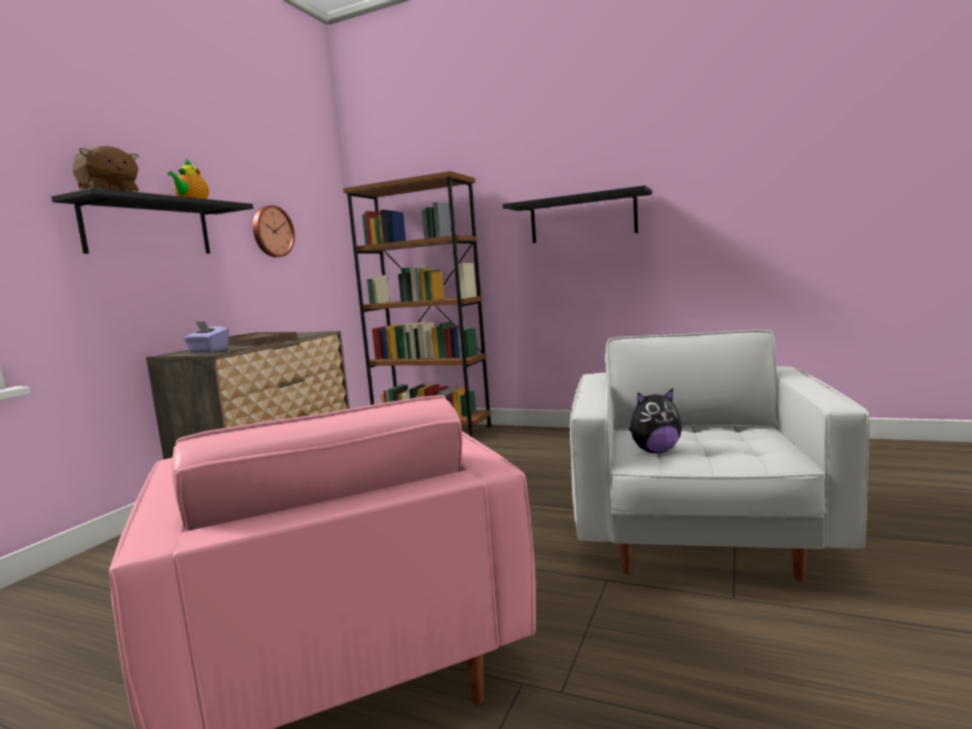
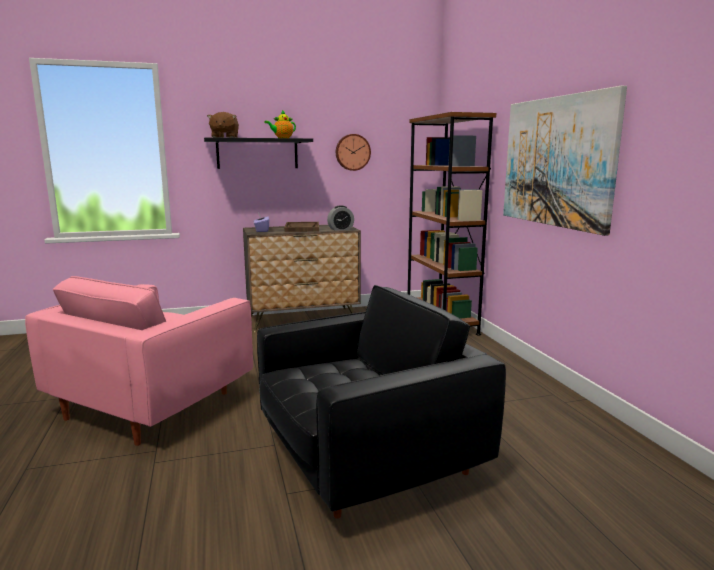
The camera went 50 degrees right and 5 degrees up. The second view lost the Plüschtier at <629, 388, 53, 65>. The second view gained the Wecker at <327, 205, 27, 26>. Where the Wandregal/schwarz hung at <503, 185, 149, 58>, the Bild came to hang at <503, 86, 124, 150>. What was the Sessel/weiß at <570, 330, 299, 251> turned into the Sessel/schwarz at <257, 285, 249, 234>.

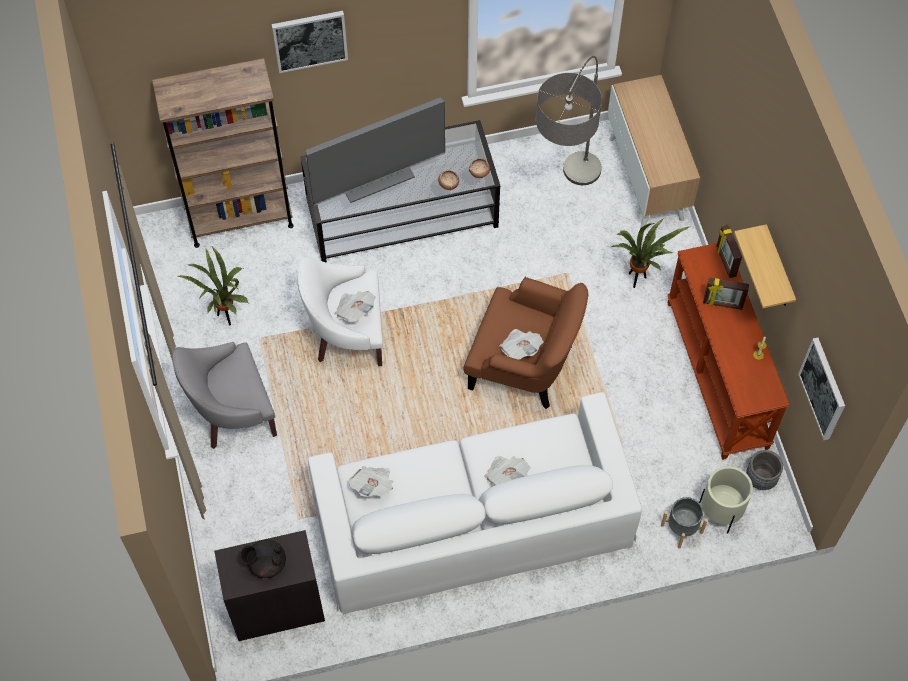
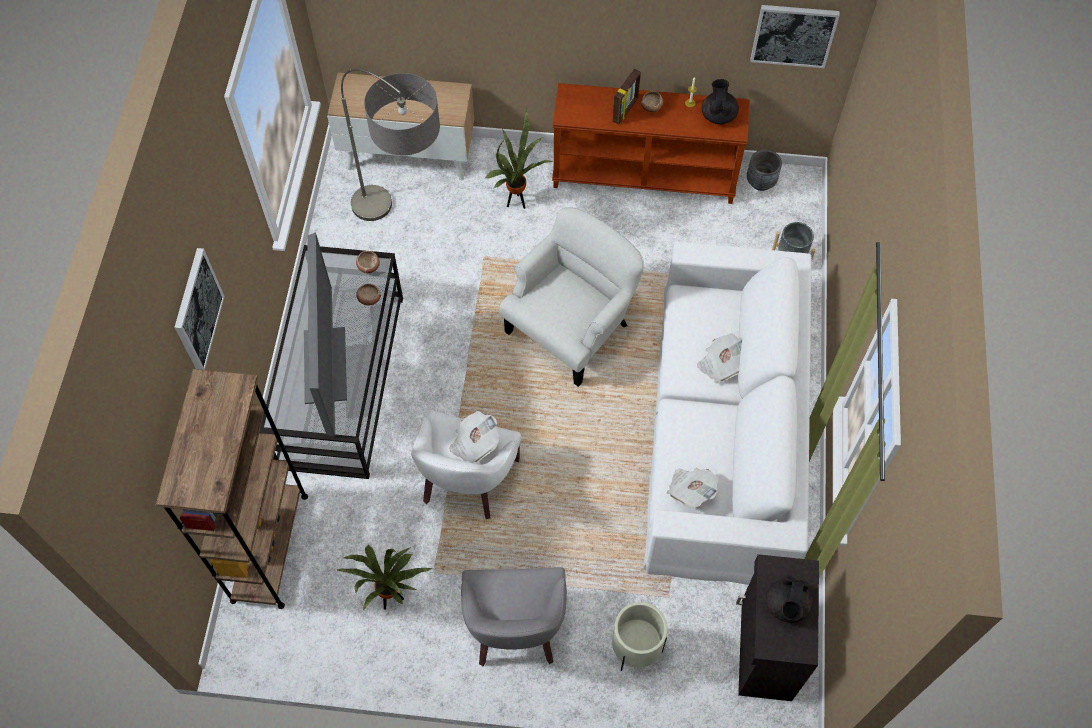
The camera went 70 degrees left and 0 degrees up. The second view lost the Zeitung at <499, 329, 45, 31>. The second view lost the Bilderrahmen at <716, 224, 26, 54>. The second view lost the Wandregal at <734, 224, 62, 84>. The second view gained the Schüssel at <641, 91, 23, 22>. The second view gained the Teekanne/schwarz at <702, 79, 37, 45>. The Pflanzkübel/beige ended up elsewhere, having gone from <699, 466, 54, 68> to <612, 602, 56, 69>. What was the Sessel/braun at <464, 276, 125, 133> turned into the Sessel/weiß at <499, 207, 145, 180>.

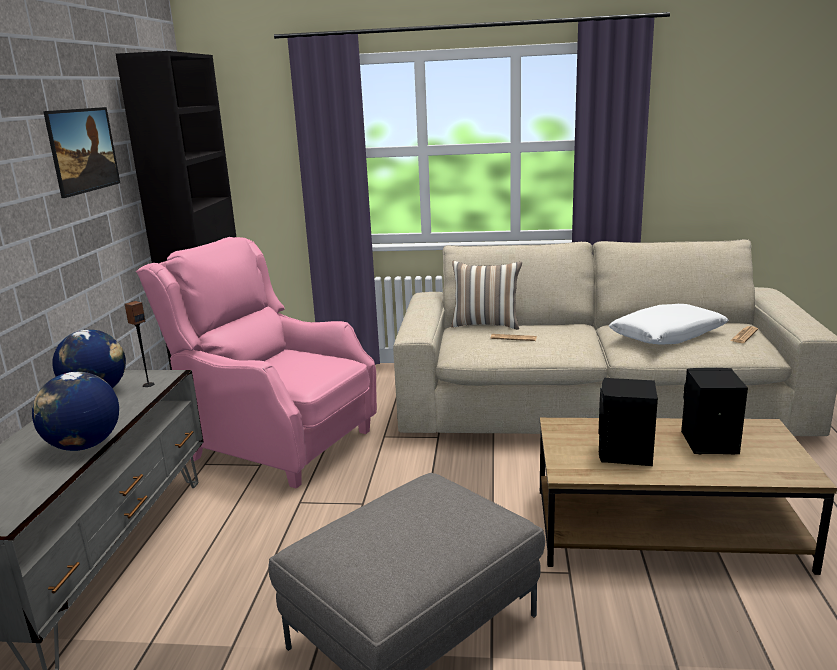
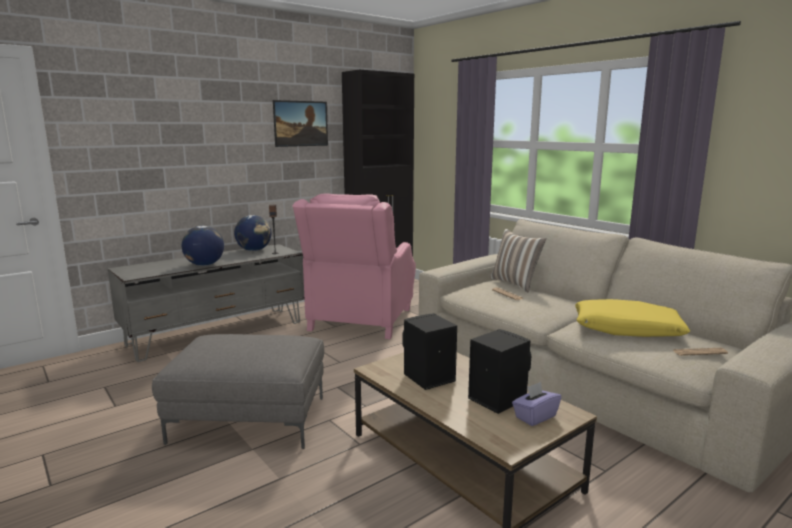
The camera went 45 degrees right and 5 degrees down. The second view gained the Taschentuchbox/lila at <512, 382, 50, 44>. What was the Kissen/weiß at <609, 304, 120, 40> turned into the Kissen/gelb at <575, 299, 115, 38>. The Sessel/rosa at <136, 237, 241, 252> ended up facing another way, 150 degrees counterclockwise from before.

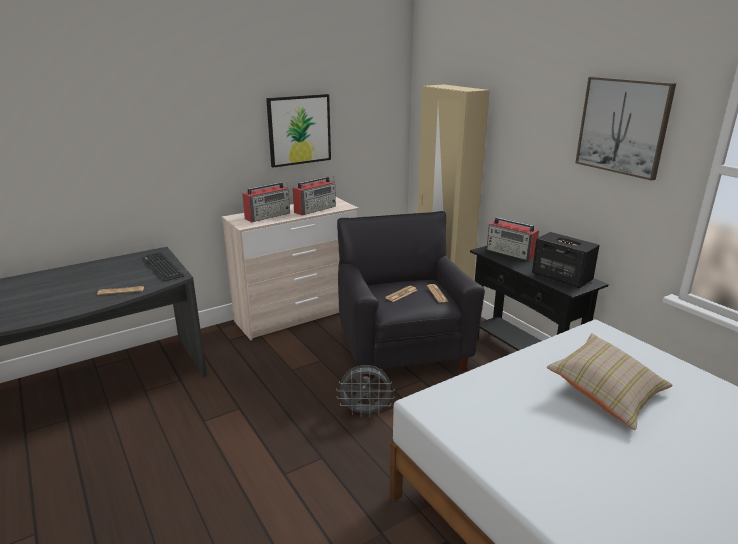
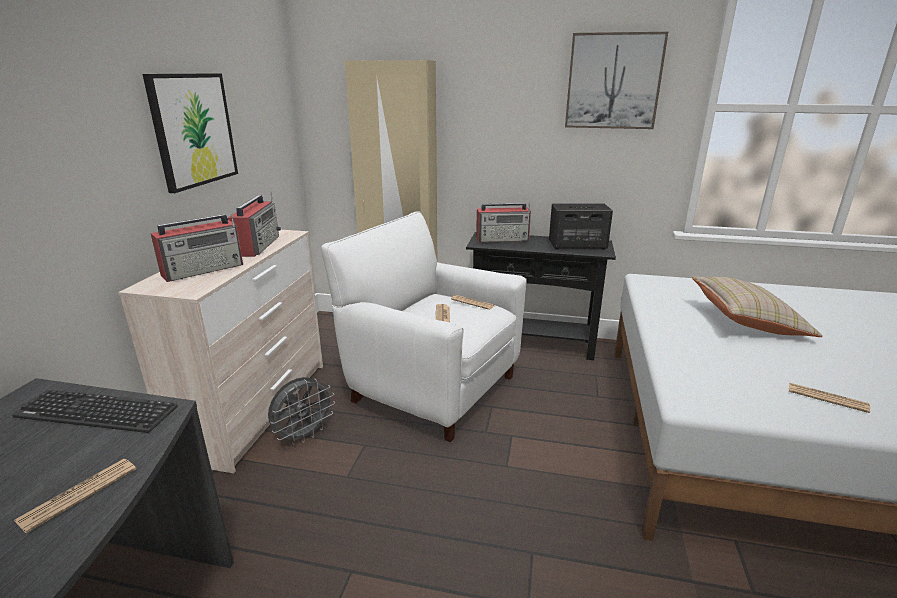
The camera went 45 degrees left and 0 degrees up. The second view gained the Zeitung at <789, 383, 81, 30>. The Ventilator/grau ended up elsewhere, having gone from <336, 365, 59, 52> to <268, 377, 67, 68>. What was the Sessel/schwarz at <337, 211, 148, 170> turned into the Sessel/weiß at <321, 211, 206, 231>. The Radio at <242, 182, 48, 40> ended up facing another way, 45 degrees clockwise from before.

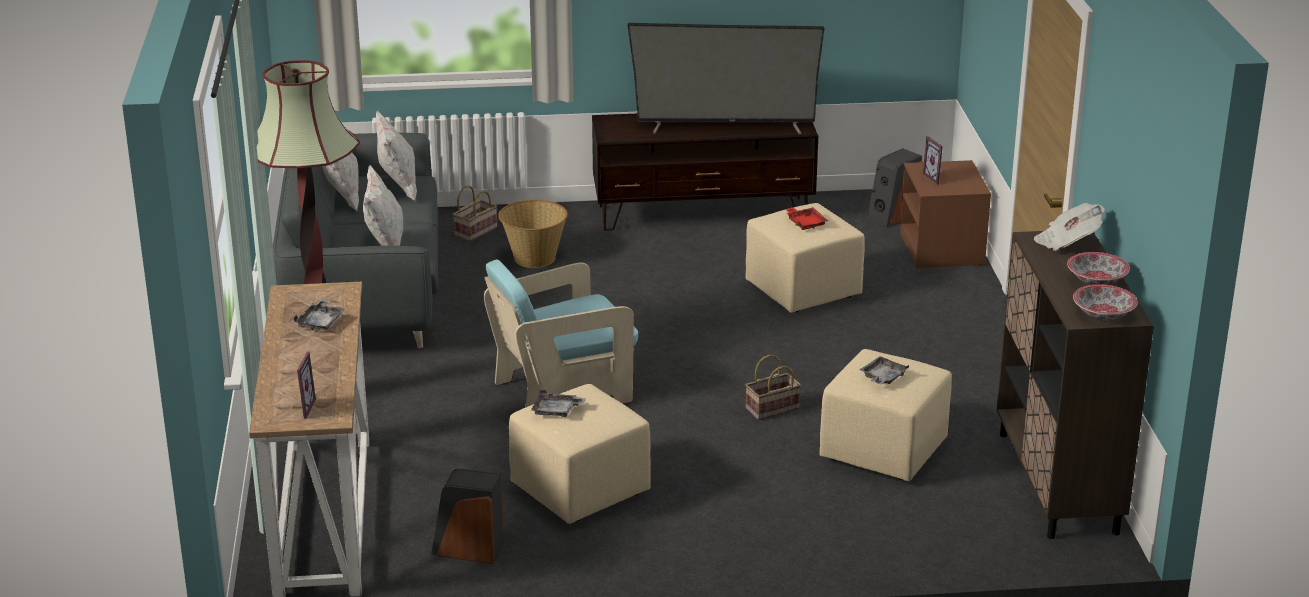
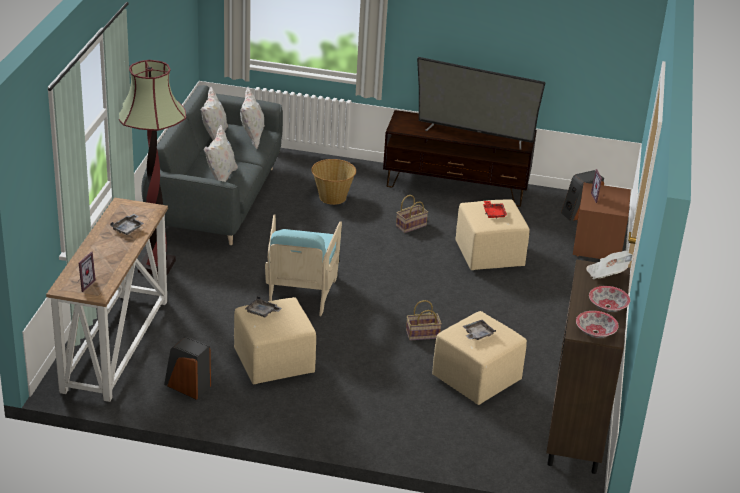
The camera went 15 degrees right and 5 degrees up. The Korb ended up elsewhere, having gone from <453, 185, 44, 56> to <396, 195, 32, 38>. The Sessel/türkis at <484, 260, 154, 148> ended up facing another way, 75 degrees counterclockwise from before.

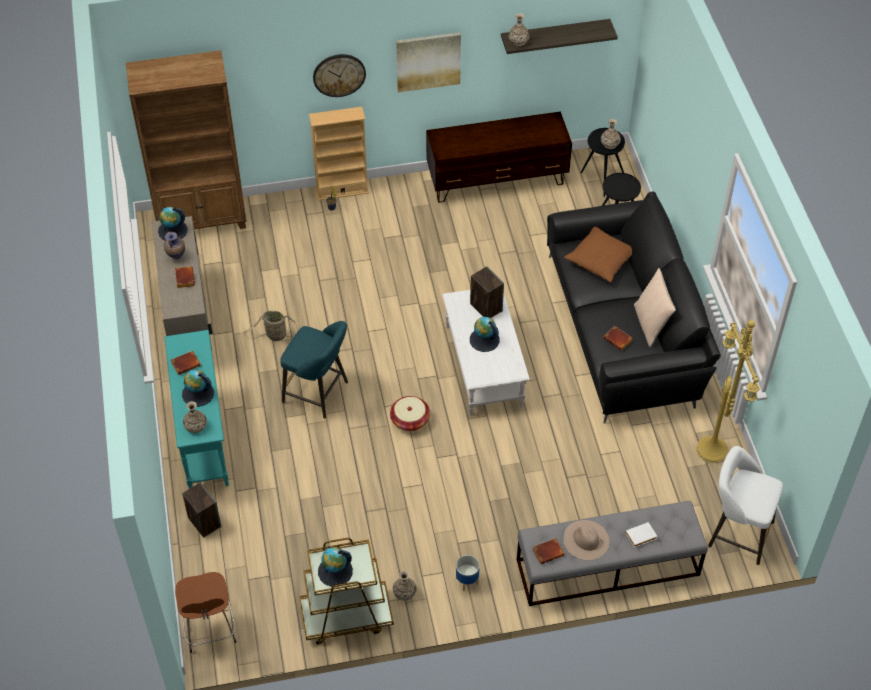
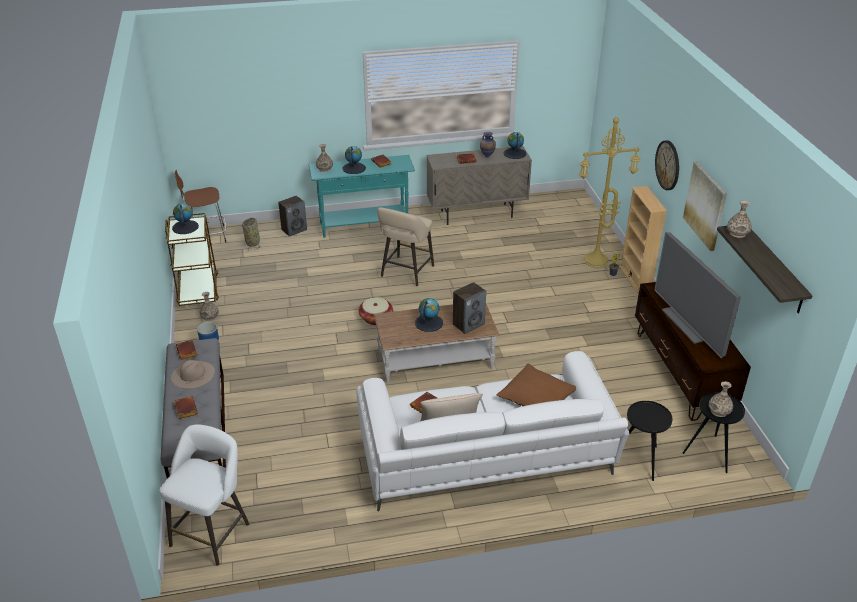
The camera went 90 degrees right and 15 degrees down. The second view lost the Bücherregal/braun at <126, 50, 120, 179>. The second view gained the Fernseher at <655, 232, 86, 126>. The Korb ended up elsewhere, having gone from <244, 311, 54, 30> to <242, 217, 18, 33>. The Stehlampe/gelb ended up elsewhere, having gone from <697, 320, 63, 143> to <579, 117, 61, 151>. What was the Hocker/türkis at <280, 321, 68, 98> turned into the Hocker/beige at <377, 207, 57, 79>. What was the Couchtisch/weiß at <442, 290, 88, 125> turned into the Couchtisch/braun at <374, 304, 126, 79>. What was the Sofa/schwarz at <547, 191, 174, 233> turned into the Sofa/weiß at <356, 351, 274, 161>. What was the Buch/weiß at <625, 522, 33, 26> turned into the Buch/braun at <174, 396, 24, 23>.

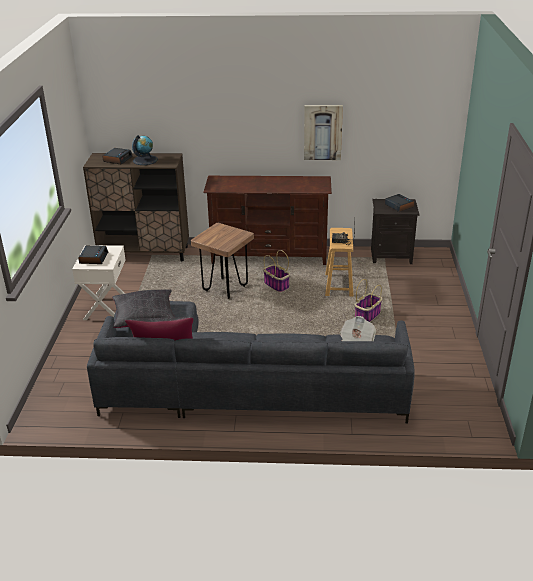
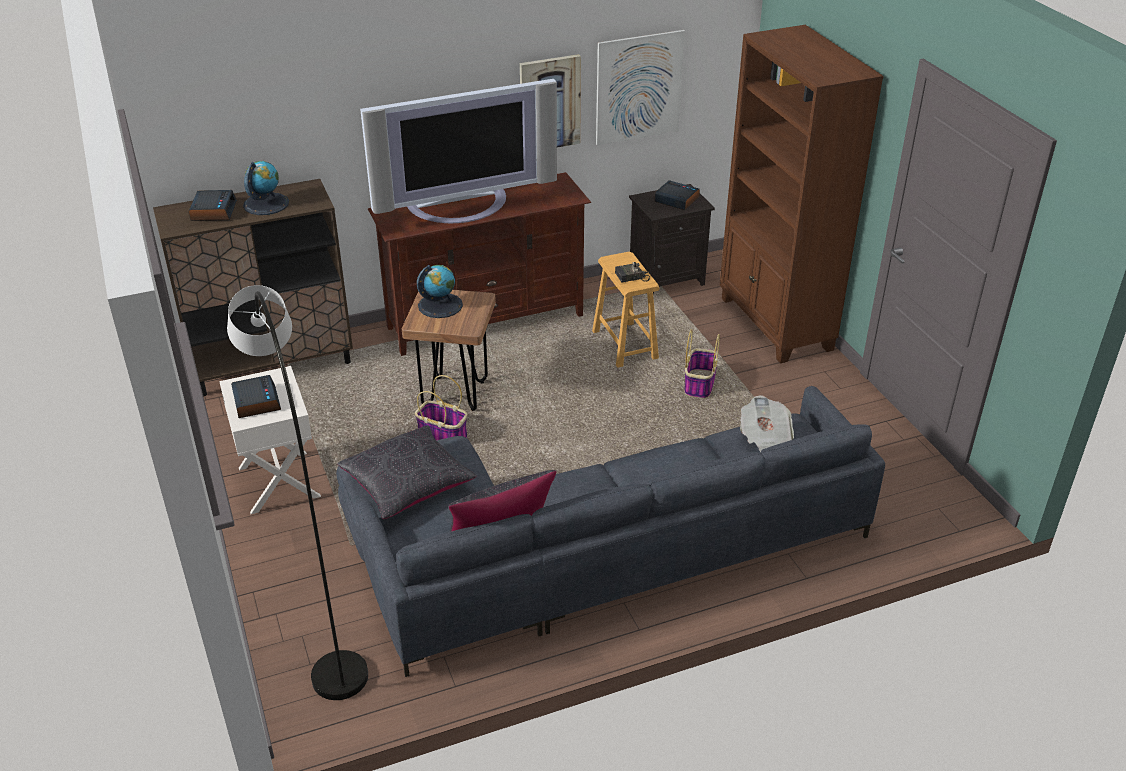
The camera went 25 degrees left and 5 degrees up. The second view gained the Stehlampe/grau at <227, 285, 141, 415>. The second view gained the Fernseher at <360, 79, 197, 144>. The second view gained the Globus at <417, 265, 46, 53>. The second view gained the Bild at <596, 30, 89, 115>. The second view gained the Bücherregal/braun at <720, 25, 164, 339>. The Korb ended up elsewhere, having gone from <263, 250, 27, 42> to <415, 375, 52, 65>.

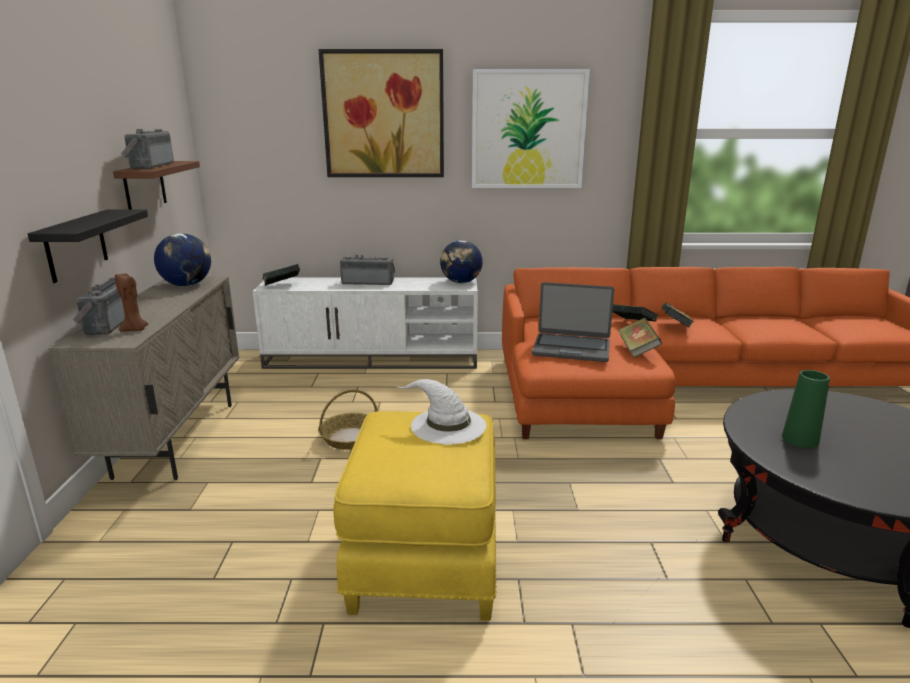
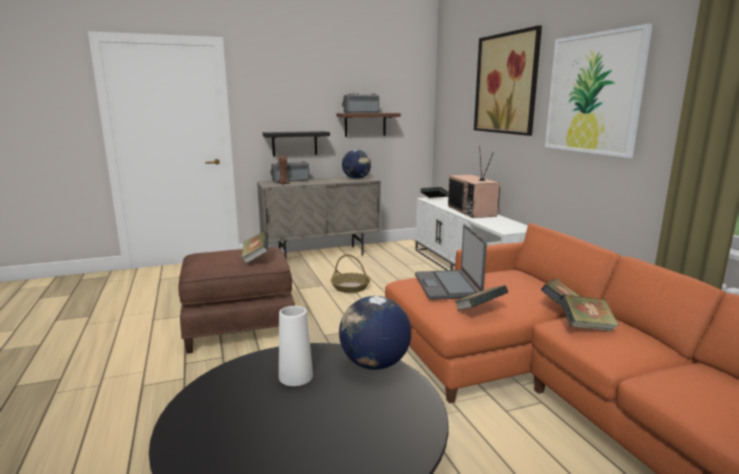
The camera went 70 degrees right and 5 degrees down. The Globus ended up elsewhere, having gone from <440, 240, 43, 43> to <339, 296, 72, 74>. Where the Radio stood at <340, 255, 55, 30>, the Fernseher came to stand at <448, 146, 52, 72>. Where the Hut/weiß stood at <397, 379, 89, 65>, the Buch came to stand at <242, 231, 27, 33>. What was the Polsterhocker/gelb at <333, 411, 164, 210> turned into the Polsterhocker/braun at <178, 247, 117, 107>. What was the Vase/grün at <782, 370, 48, 78> turned into the Vase/weiß at <279, 306, 34, 80>.

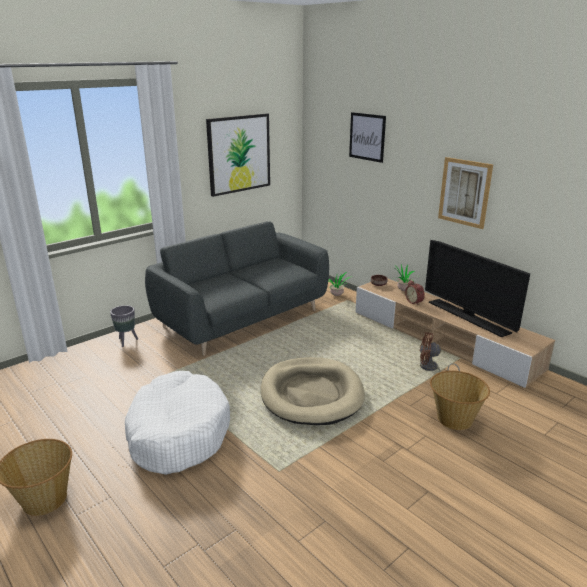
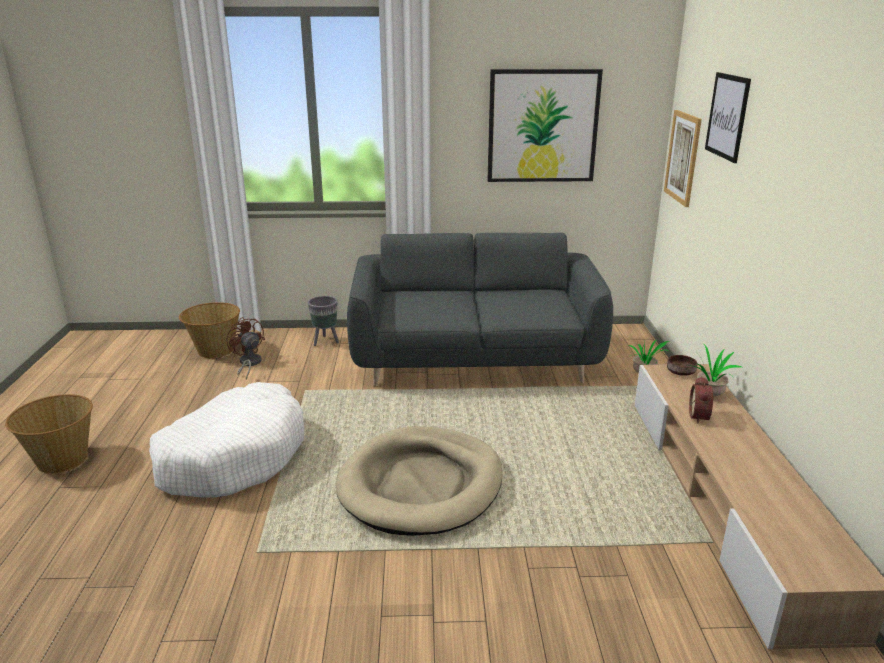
The camera went 40 degrees right and 0 degrees up. The second view lost the Fernseher at <425, 240, 105, 97>. The Ventilator/braun ended up elsewhere, having gone from <420, 332, 40, 40> to <227, 317, 38, 63>. The Korb ended up elsewhere, having gone from <430, 371, 60, 59> to <179, 302, 61, 56>. The Bild ended up elsewhere, having gone from <438, 157, 55, 72> to <664, 110, 38, 97>.

